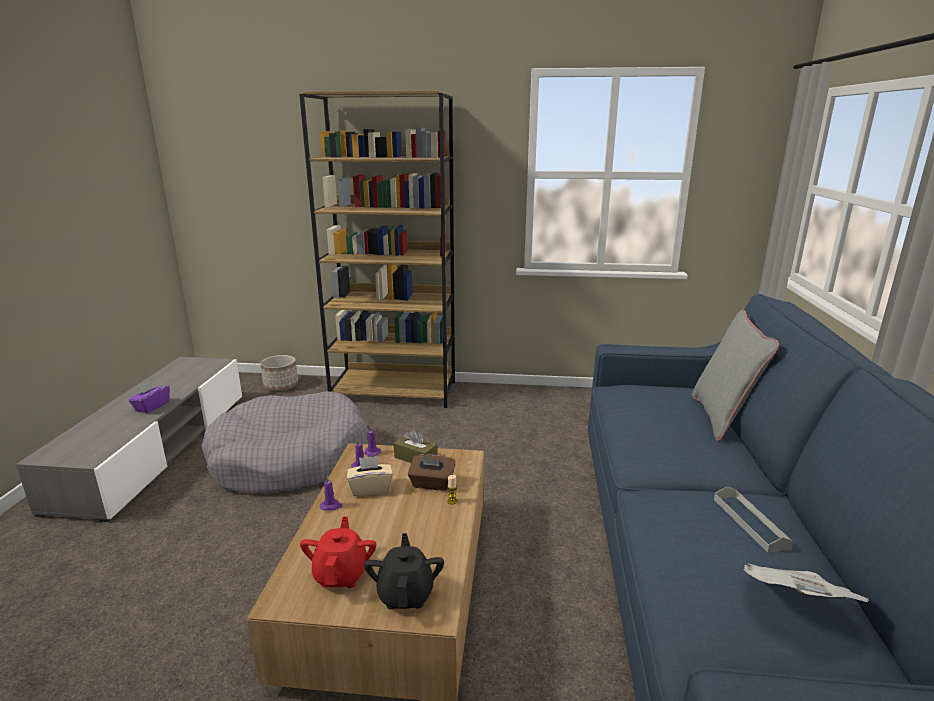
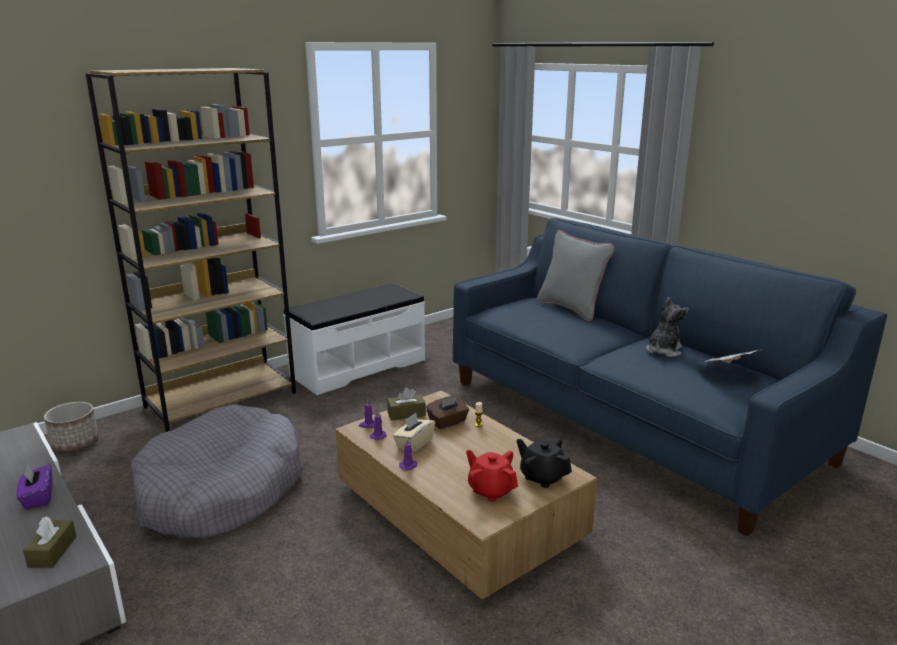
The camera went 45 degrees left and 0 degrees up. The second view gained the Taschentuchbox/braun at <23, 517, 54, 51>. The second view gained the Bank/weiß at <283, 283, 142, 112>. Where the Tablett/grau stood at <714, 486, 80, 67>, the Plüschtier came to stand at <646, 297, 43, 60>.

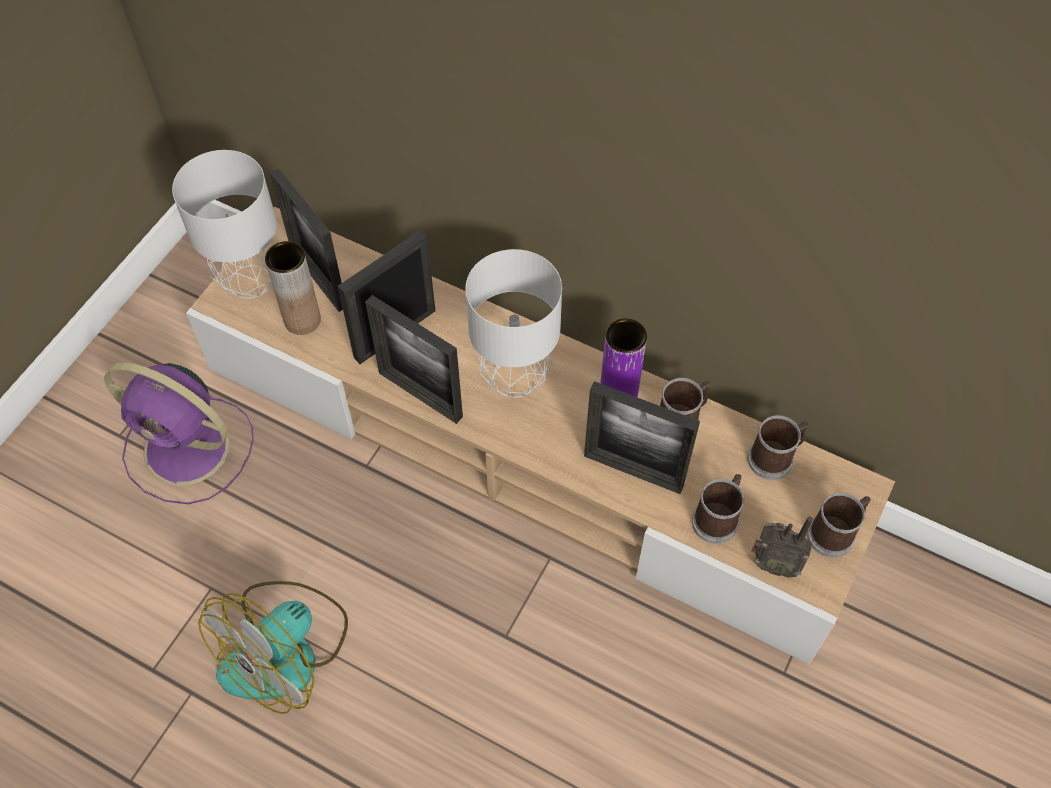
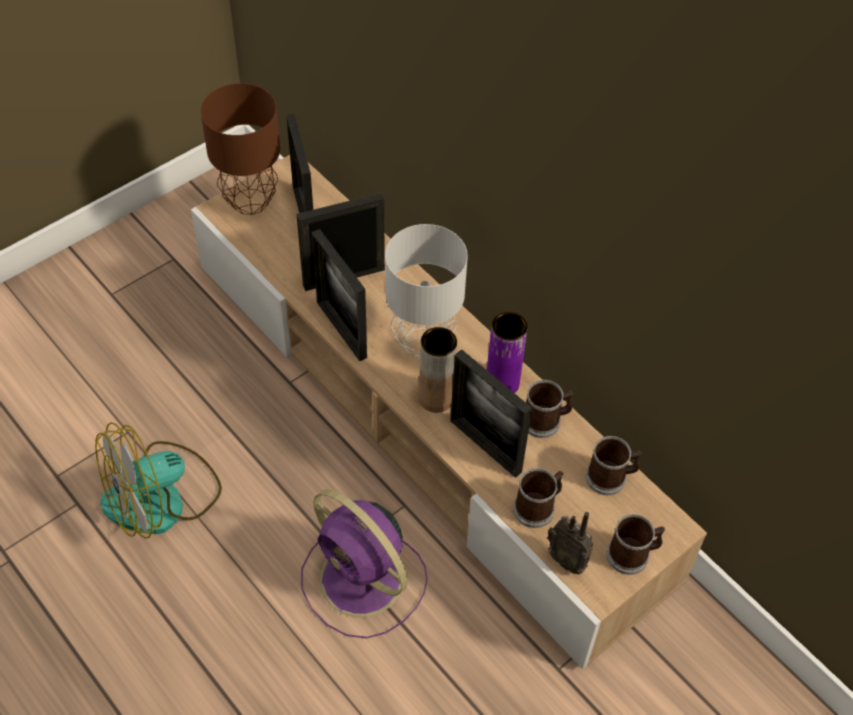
The camera went 20 degrees right and 5 degrees down. The Ventilator/lila ended up elsewhere, having gone from <104, 362, 150, 142> to <301, 489, 127, 149>. The Vase/braun ended up elsewhere, having gone from <265, 241, 56, 94> to <419, 327, 38, 86>. What was the Tischlampe/grau at <172, 150, 105, 149> turned into the Tischlampe/braun at <201, 83, 79, 132>.

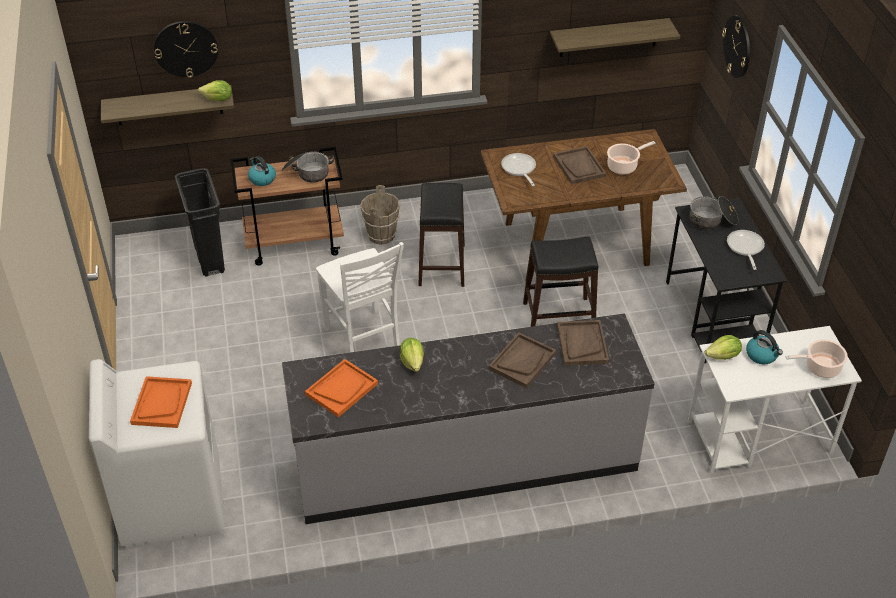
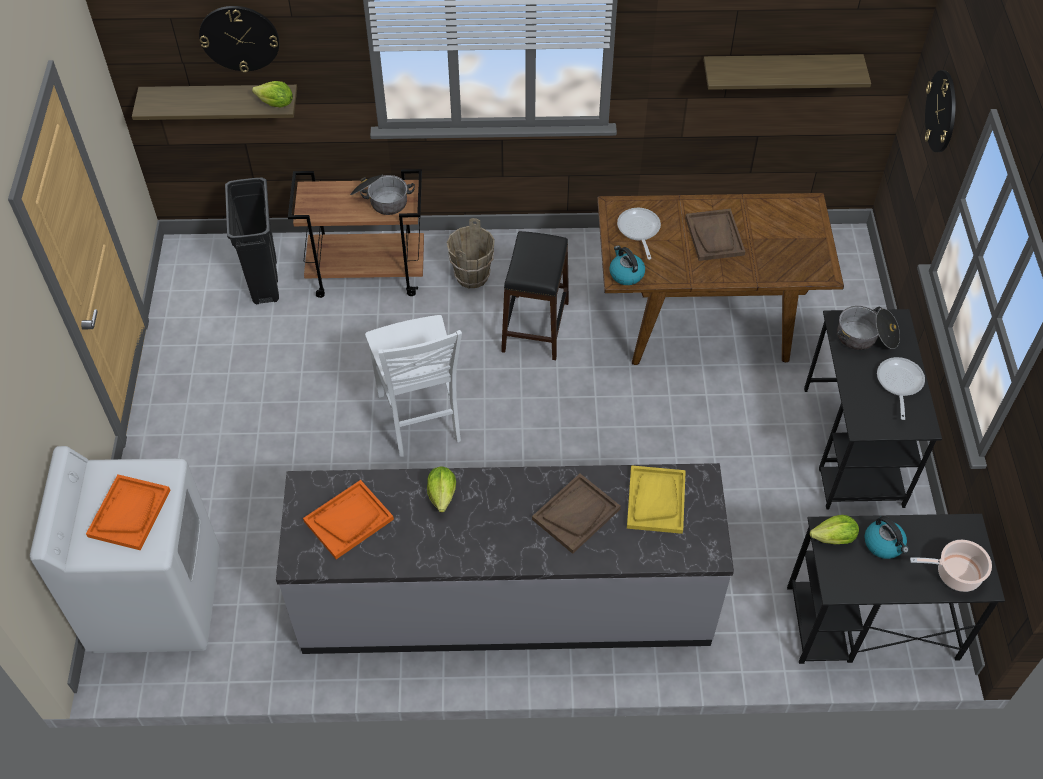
The camera went 10 degrees right and 10 degrees up. The second view lost the Hocker/schwarz at <523, 237, 75, 90>. The second view lost the Kochtopf at <607, 141, 48, 34>. The Wasserkessel ended up elsewhere, having gone from <248, 156, 28, 30> to <609, 246, 36, 39>. What was the Tablett/braun at <557, 320, 52, 46> turned into the Tablett/gelb at <627, 465, 59, 69>. What was the Schreibtisch/weiß at <687, 326, 175, 147> turned into the Schreibtisch/schwarz at <787, 514, 218, 150>.

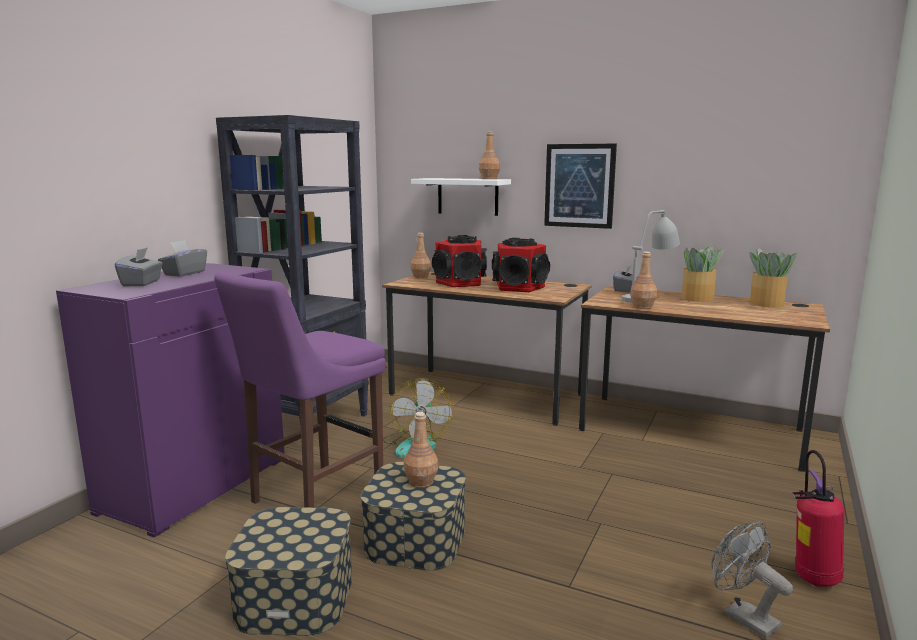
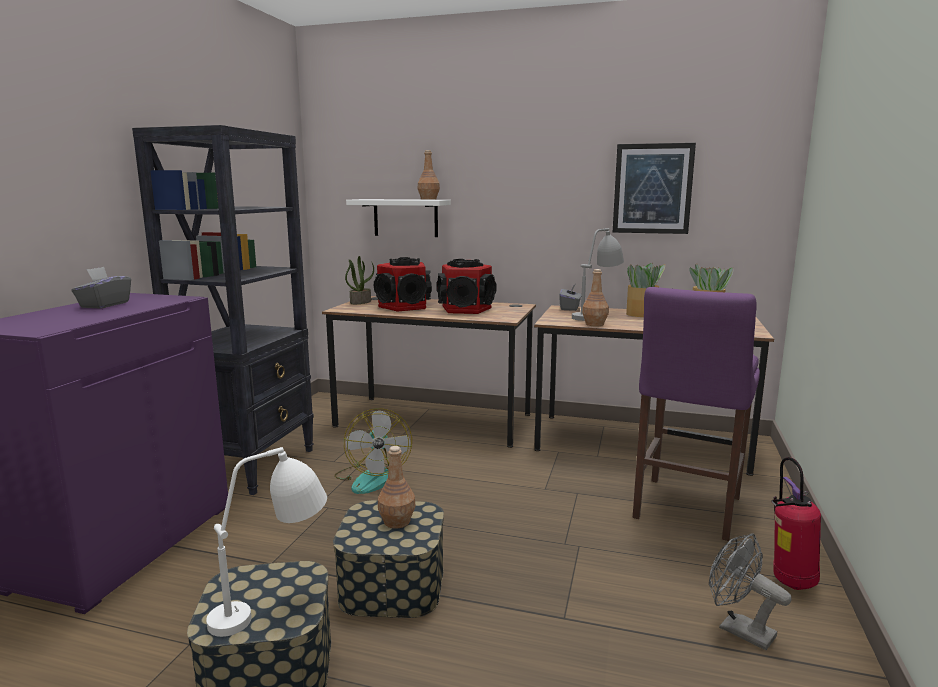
The camera went 10 degrees left and 0 degrees up. The second view lost the Taschentuchbox/grau at <115, 247, 48, 39>. The second view gained the Tischlampe/weiß at <206, 447, 121, 190>. The Hocker/lila ended up elsewhere, having gone from <214, 272, 172, 236> to <633, 287, 127, 254>. The Bild ended up elsewhere, having gone from <544, 144, 73, 85> to <613, 143, 83, 91>. Where the Flasche/braun stood at <411, 233, 20, 46>, the Topfpflanze came to stand at <345, 256, 29, 48>.

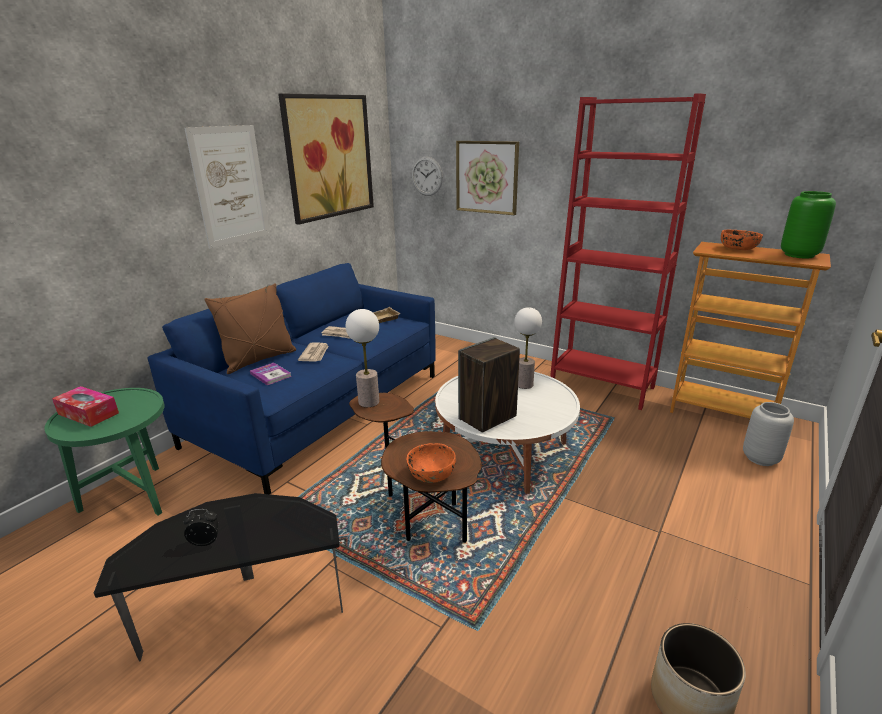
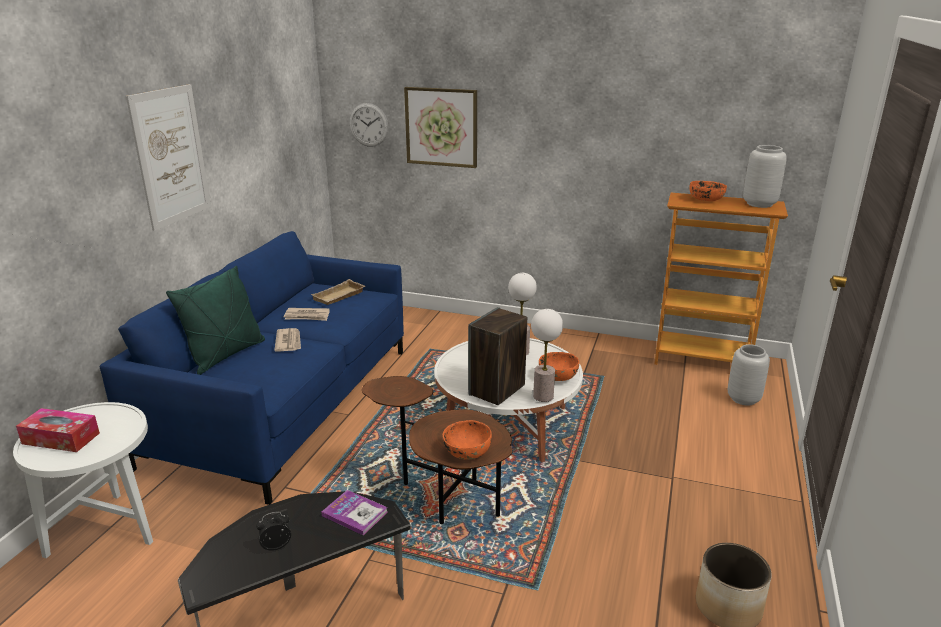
The camera went 15 degrees left and 0 degrees up. The second view lost the Bild at <278, 93, 96, 132>. The second view lost the Bücherregal/rot at <550, 93, 156, 317>. The second view gained the Schüssel/orange at <539, 352, 40, 29>. The Buch ended up elsewhere, having gone from <250, 363, 42, 22> to <321, 490, 67, 45>. The Tischlampe ended up elsewhere, having gone from <346, 309, 33, 98> to <531, 309, 32, 93>. What was the Beistelltisch/grün at <44, 388, 121, 127> turned into the Beistelltisch/weiß at <13, 402, 140, 156>. What was the Kissen/braun at <204, 283, 92, 91> turned into the Kissen/grün at <166, 266, 99, 109>. What was the Vase/grün at <781, 191, 55, 67> turned into the Vase/grau at <743, 145, 44, 63>.

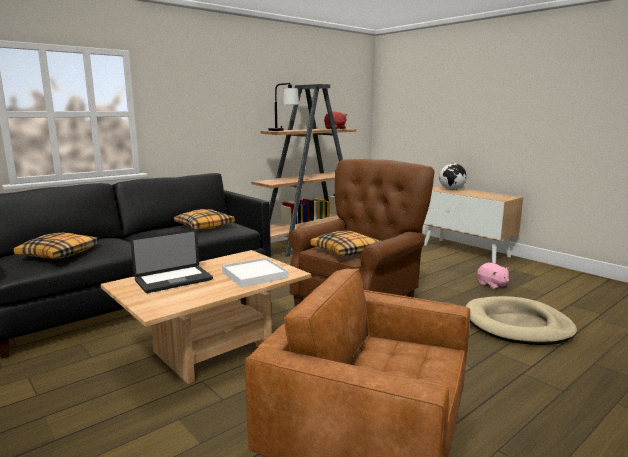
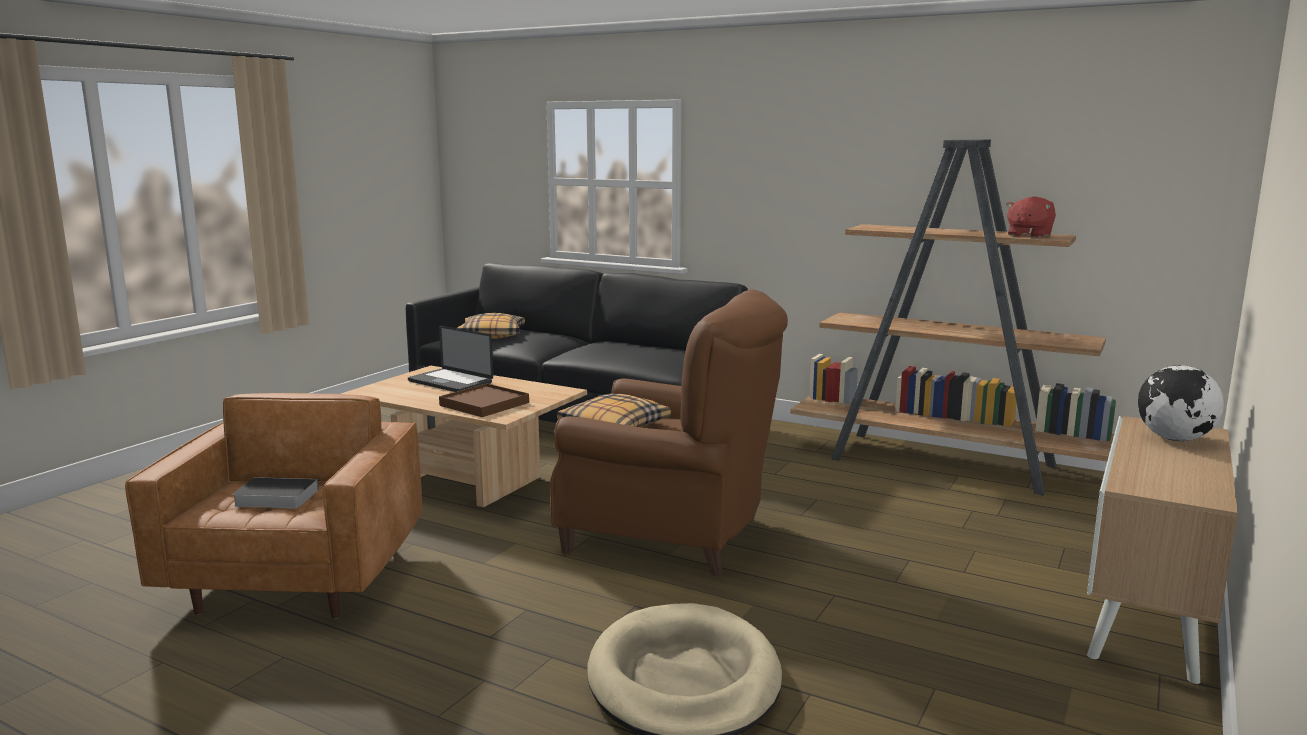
The camera went 70 degrees right and 0 degrees up. The second view lost the Kissen at <174, 209, 61, 21>. The second view lost the Tischlampe at <268, 83, 31, 48>. The second view lost the Plüschtier/rosa at <477, 263, 32, 26>. The second view gained the Buch at <232, 477, 87, 32>. What was the Tablett/weiß at <222, 258, 66, 29> turned into the Tablett/braun at <439, 383, 90, 34>.

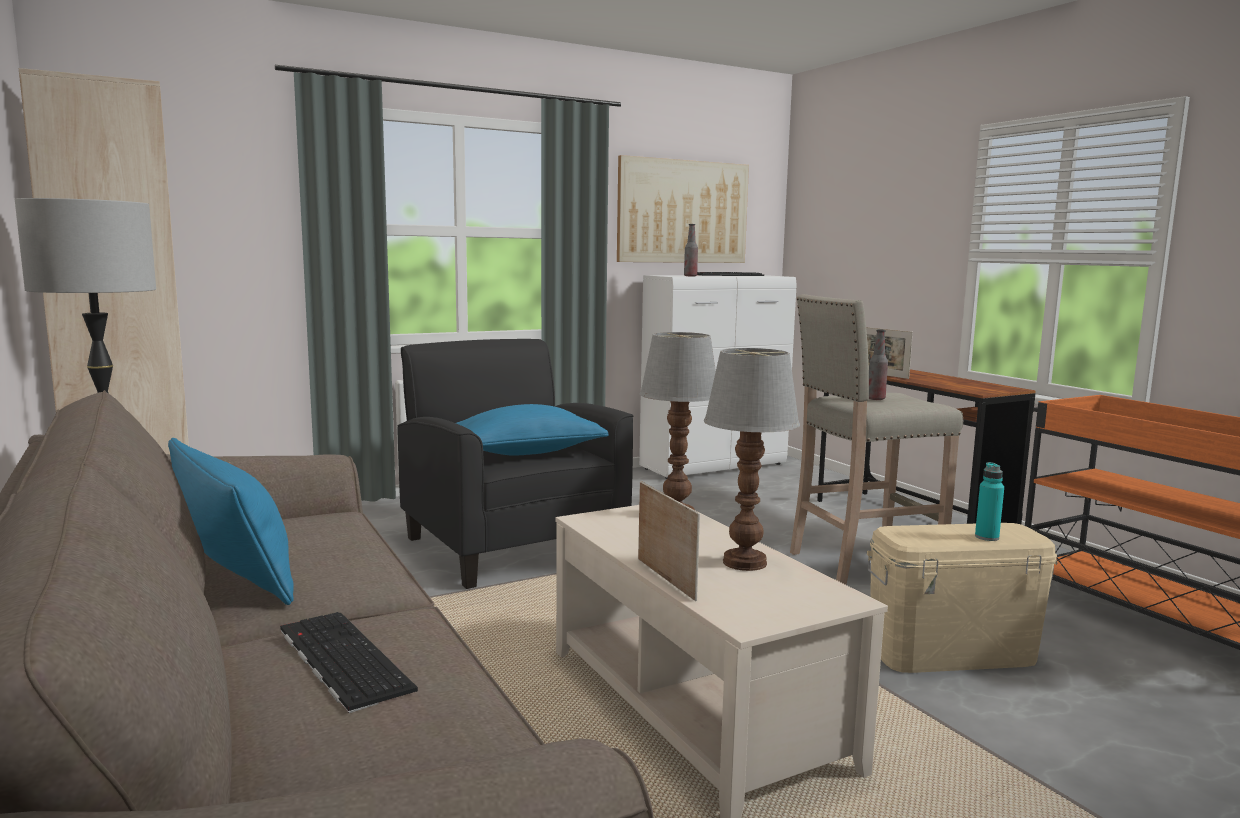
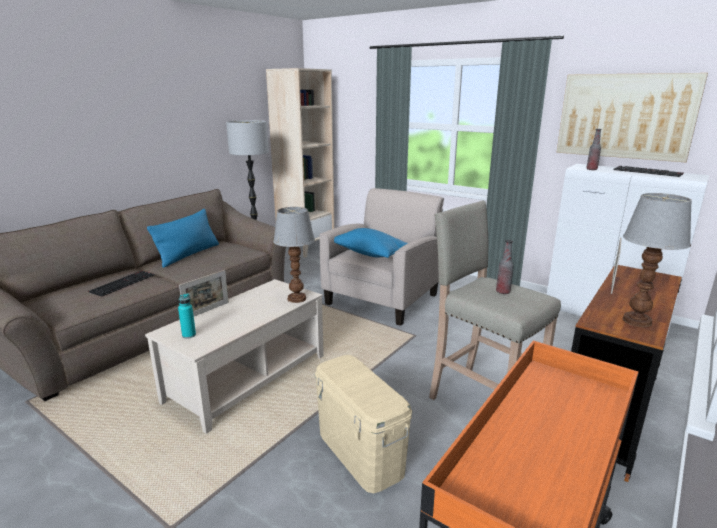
The camera went 65 degrees right and 10 degrees up. The Tischlampe ended up elsewhere, having gone from <704, 348, 96, 223> to <622, 193, 69, 135>. The Flasche/türkis ended up elsewhere, having gone from <975, 462, 29, 79> to <178, 293, 18, 46>. What was the Sessel/schwarz at <398, 339, 236, 250> turned into the Sessel/beige at <319, 188, 125, 138>.

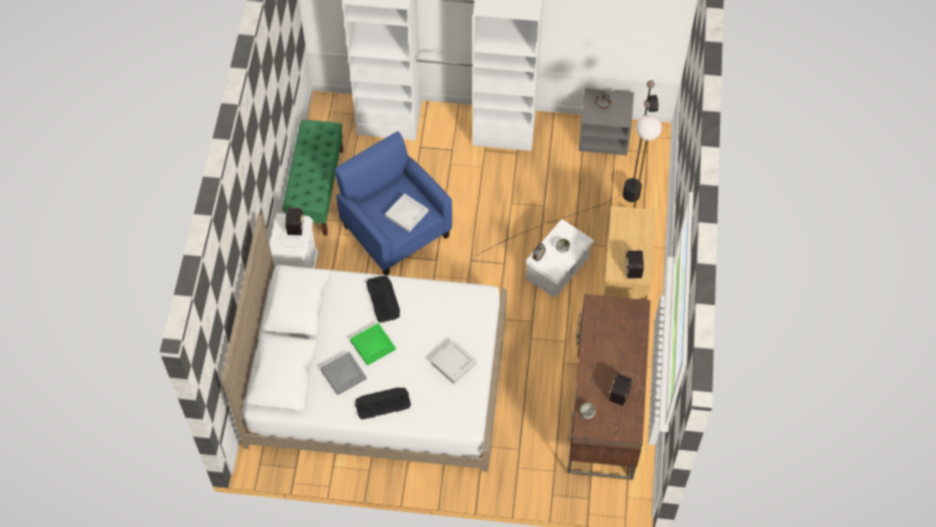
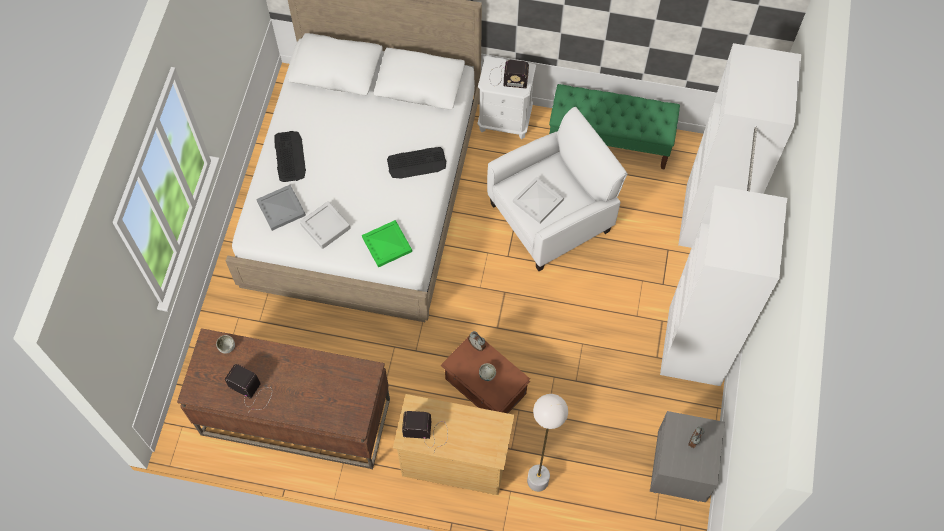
The camera went 95 degrees right and 5 degrees up. The second view lost the Stehlampe/schwarz at <476, 80, 183, 176>. The Tablett/grau ended up elsewhere, having gone from <321, 352, 46, 43> to <256, 185, 50, 46>. The Tablett/grün ended up elsewhere, having gone from <350, 323, 46, 43> to <362, 220, 50, 48>. What was the Sessel/blau at <334, 131, 118, 144> turned into the Sessel/weiß at <487, 107, 141, 164>. What was the Aufbewahrungsbox/weiß at <526, 219, 68, 78> turned into the Aufbewahrungsbox/braun at <440, 335, 90, 78>.

